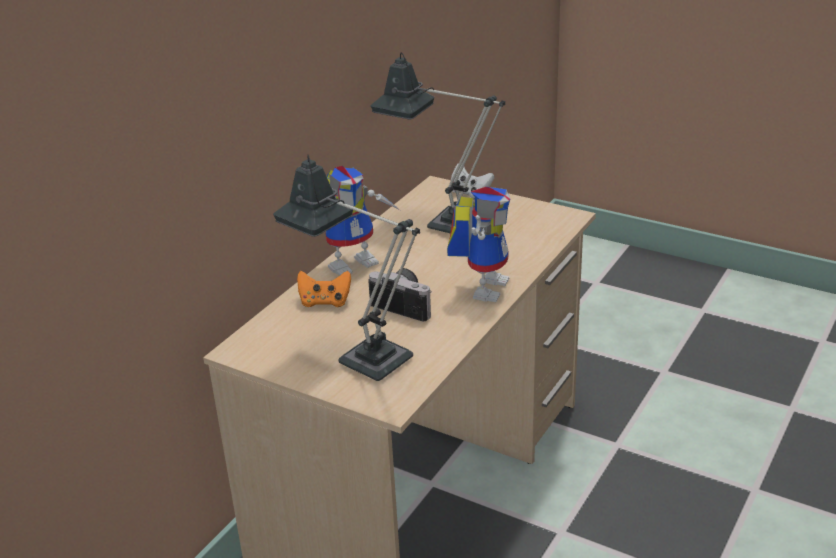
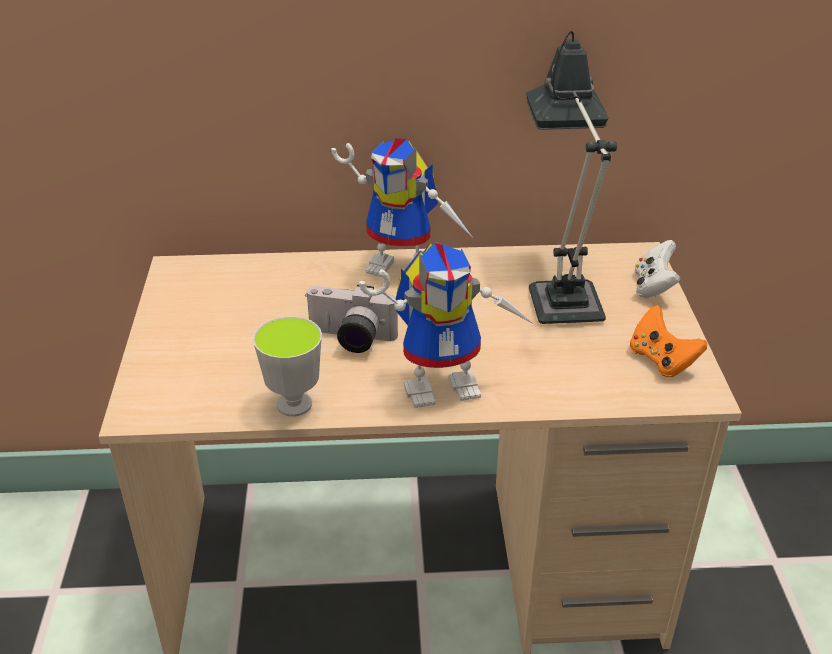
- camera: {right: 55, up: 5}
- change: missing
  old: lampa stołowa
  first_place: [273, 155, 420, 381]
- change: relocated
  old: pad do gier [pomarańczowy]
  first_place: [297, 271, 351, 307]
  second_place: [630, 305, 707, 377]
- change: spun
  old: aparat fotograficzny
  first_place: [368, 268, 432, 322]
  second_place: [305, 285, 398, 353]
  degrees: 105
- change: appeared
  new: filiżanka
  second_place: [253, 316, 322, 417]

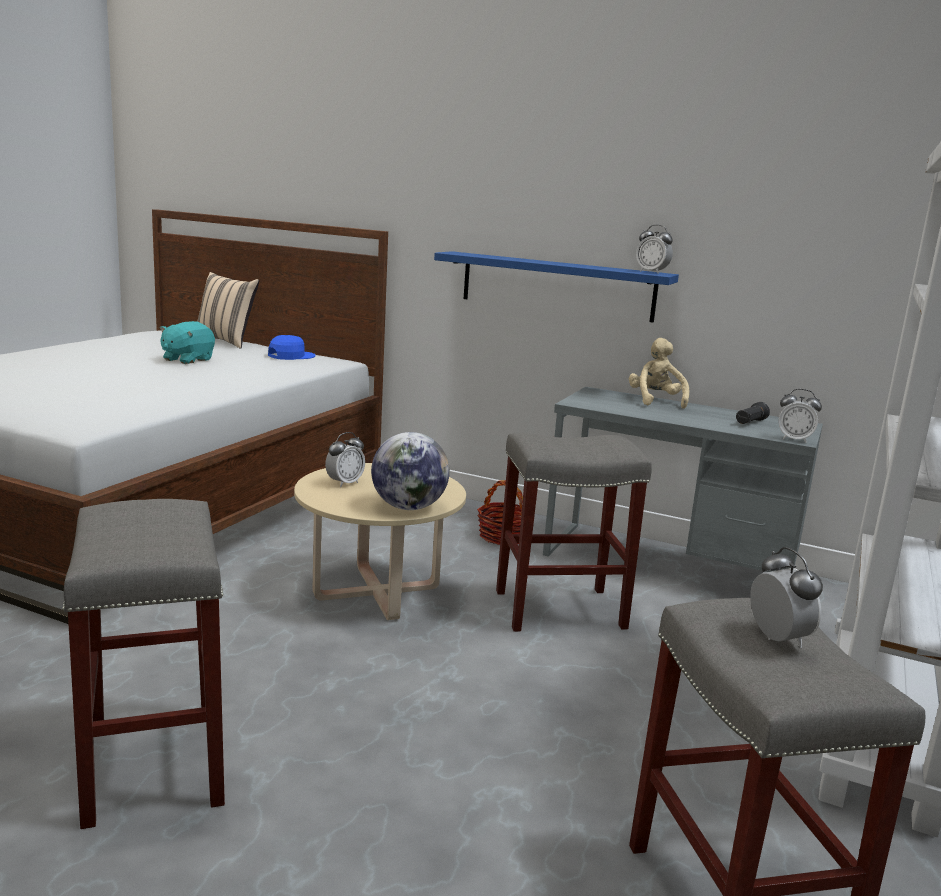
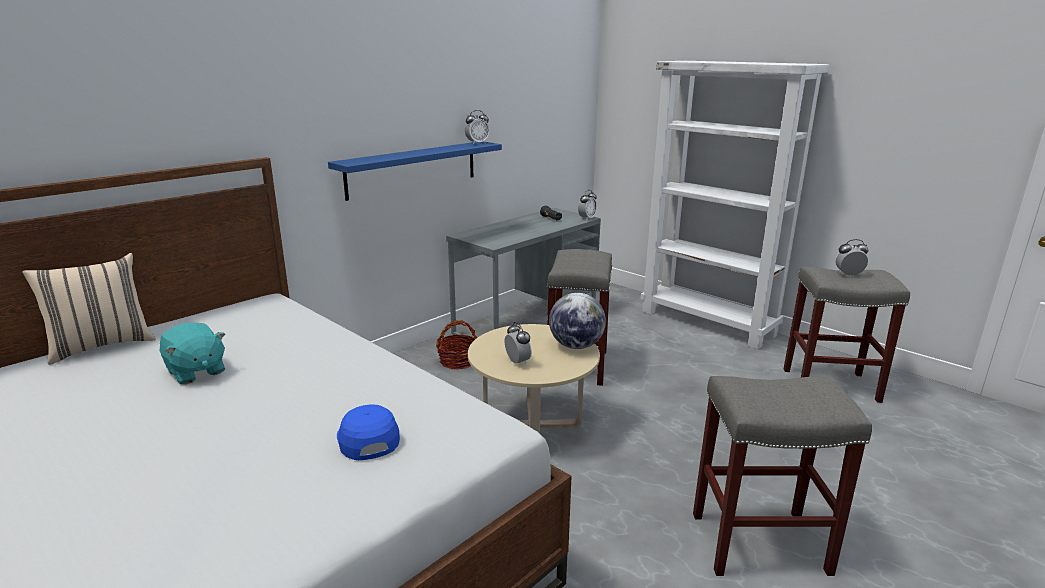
- camera: {right: -70, up: 5}
- change: relocated
  old: czapka z daszkiem [niebieski]
  first_place: [268, 335, 316, 360]
  second_place: [337, 404, 400, 460]
- change: missing
  old: pluszak [beżowy]
  first_place: [629, 338, 690, 409]

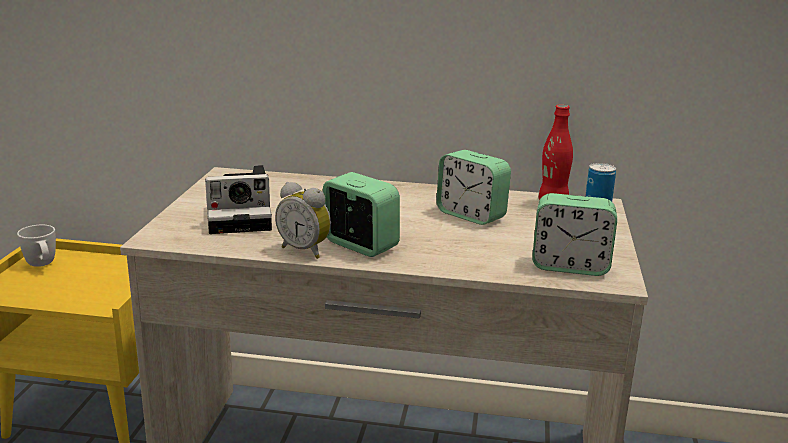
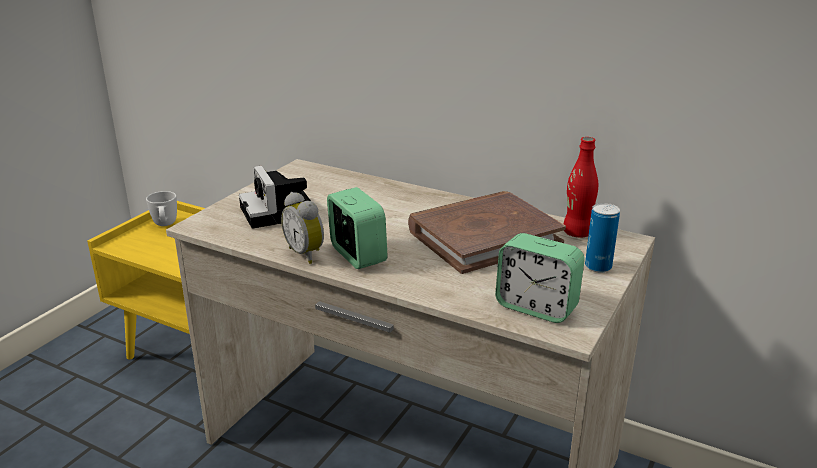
- camera: {right: 20, up: 5}
- change: spun
  old: aparat fotograficzny
  first_place: [205, 165, 272, 234]
  second_place: [239, 165, 312, 229]
  degrees: 60
- change: exchanged
  old: budzik
  new: książka [brązowy]
  first_place: [436, 150, 511, 225]
  second_place: [408, 191, 566, 274]

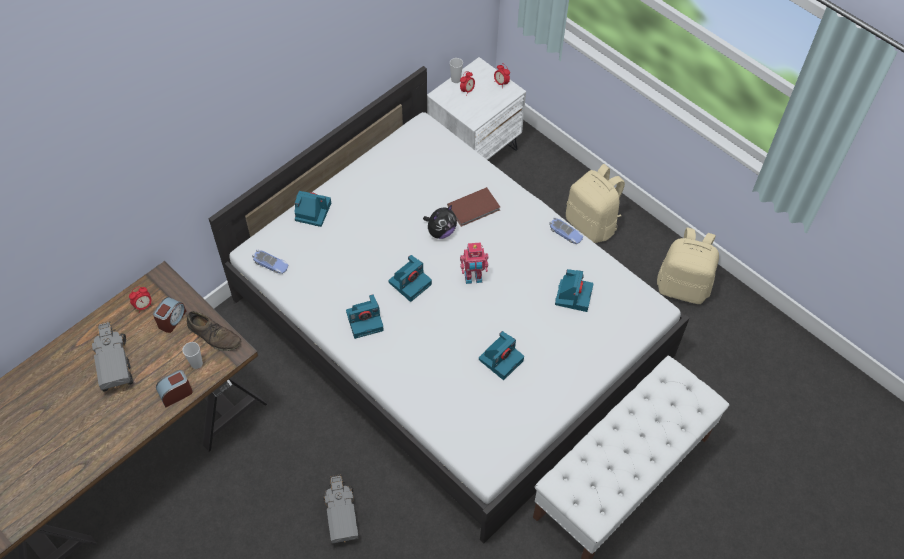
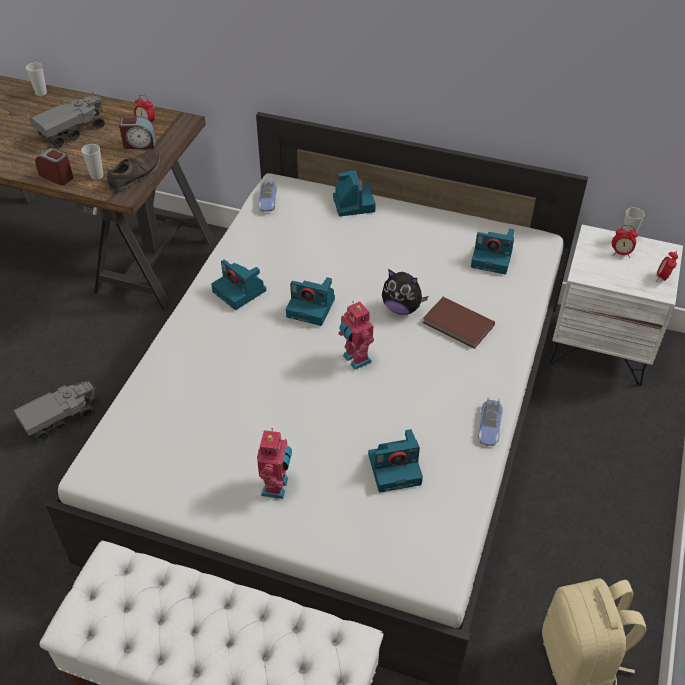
- camera: {right: 65, up: -10}
- change: spun
  old: but [brązowy]
  first_place: [187, 311, 242, 351]
  second_place: [107, 150, 160, 190]
  degrees: -150
- change: relocated
  old: aparat fotograficzny
  first_place: [479, 331, 524, 380]
  second_place: [471, 229, 514, 274]
- change: missing
  old: plecak [beżowy]
  first_place: [566, 164, 625, 243]
- change: appeared
  new: filiżanka
  second_place: [26, 63, 47, 96]
- change: appeared
  new: robot zabawkowy
  second_place: [257, 428, 292, 499]

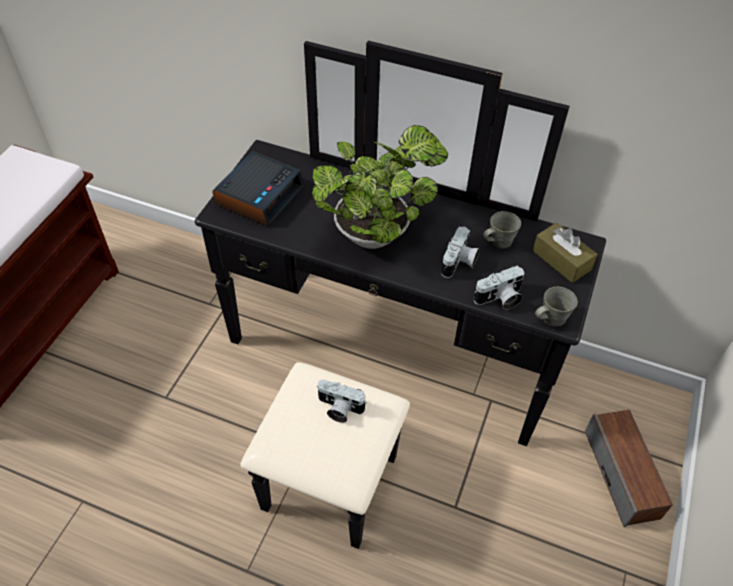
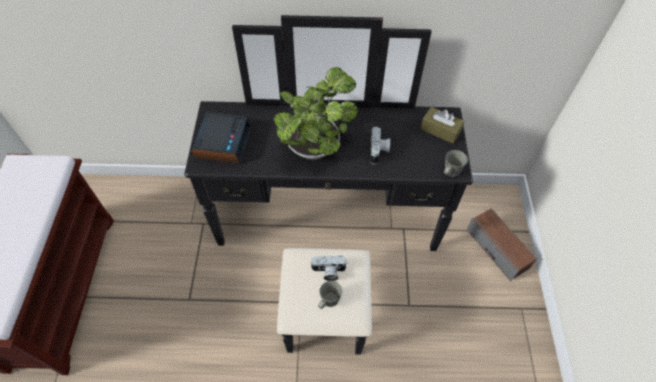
- camera: {right: -20, up: 5}
- change: missing
  old: aparat fotograficzny
  first_place: [474, 265, 524, 310]
- change: relocated
  old: kubek [szary]
  first_place: [483, 211, 521, 249]
  second_place: [318, 281, 342, 309]

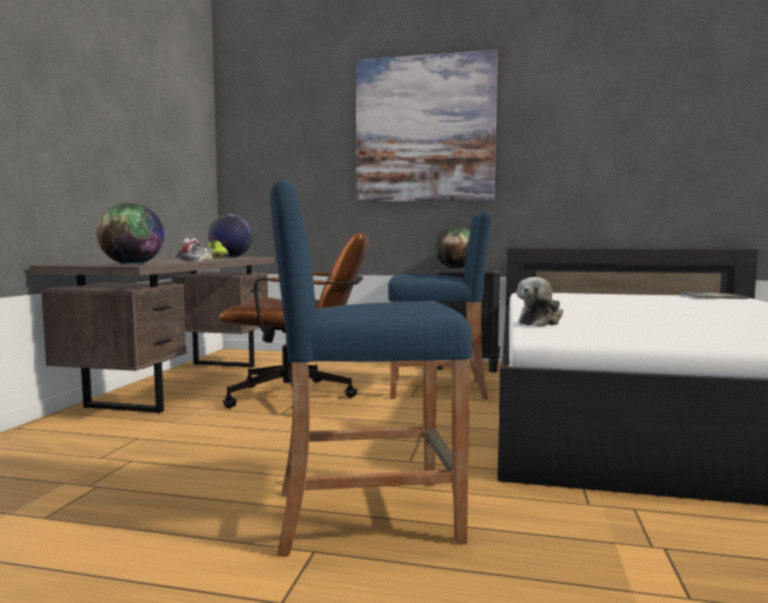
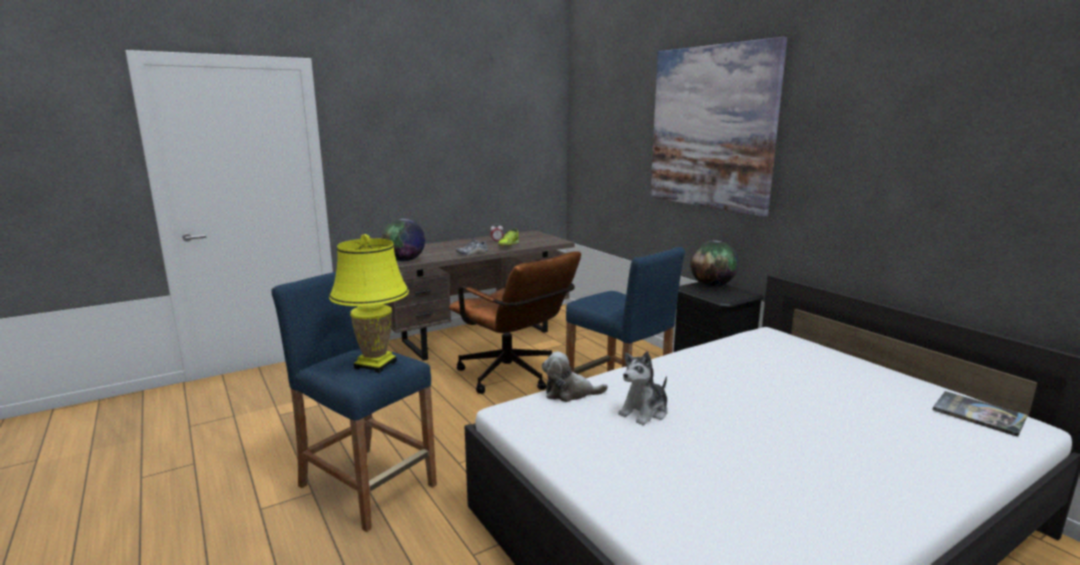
- camera: {right: 45, up: 10}
- change: missing
  old: globus
  first_place: [208, 214, 253, 258]
- change: appeared
  new: lampa stołowa [żółty]
  second_place: [329, 234, 409, 373]
- change: appeared
  new: pluszak
  second_place: [618, 351, 668, 425]

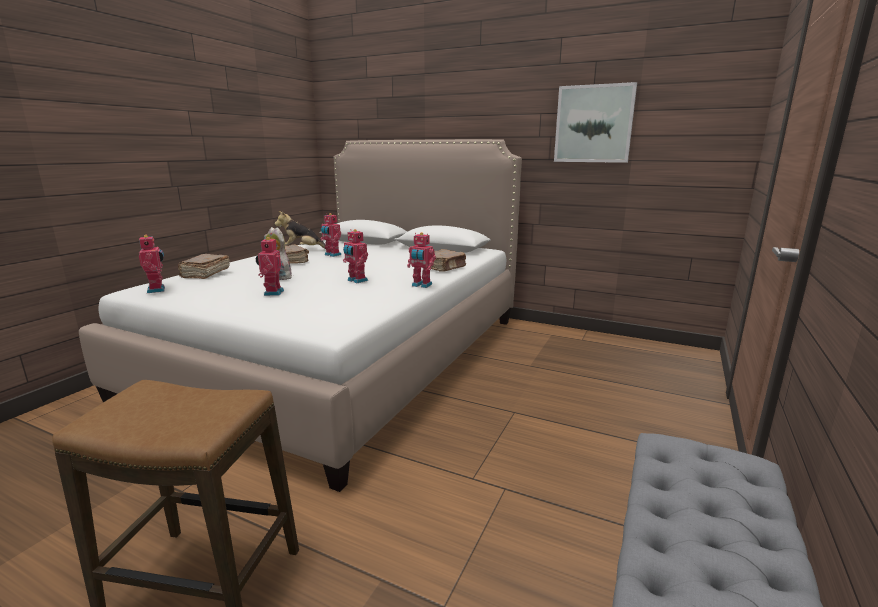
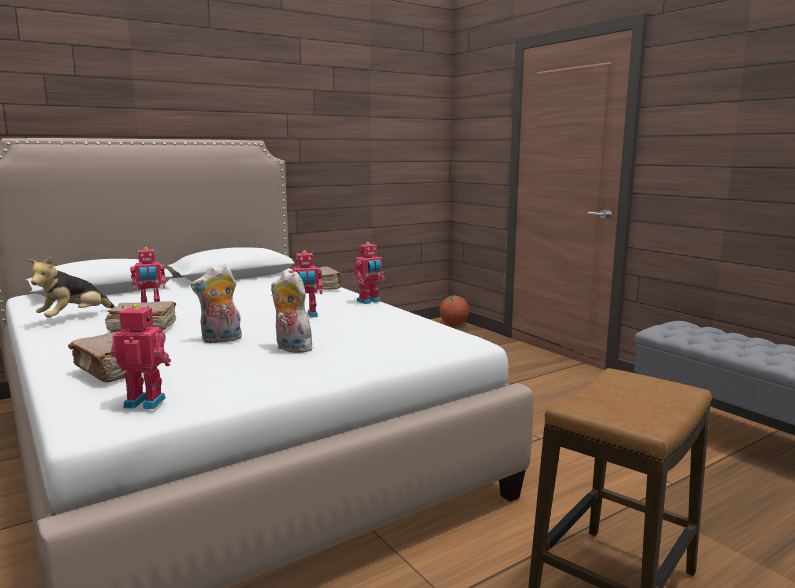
- camera: {right: -60, up: -5}
- change: exchanged
  old: robot zabawkowy
  new: pluszak
  first_place: [256, 237, 284, 296]
  second_place: [271, 271, 316, 353]
- change: missing
  old: obraz
  first_place: [554, 82, 637, 163]
- change: appeared
  new: piłka do koszykówki
  second_place: [439, 296, 469, 325]

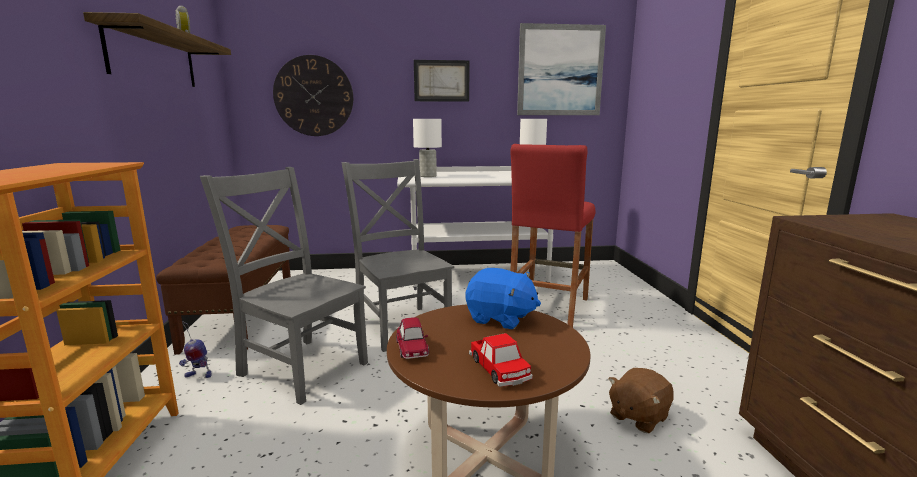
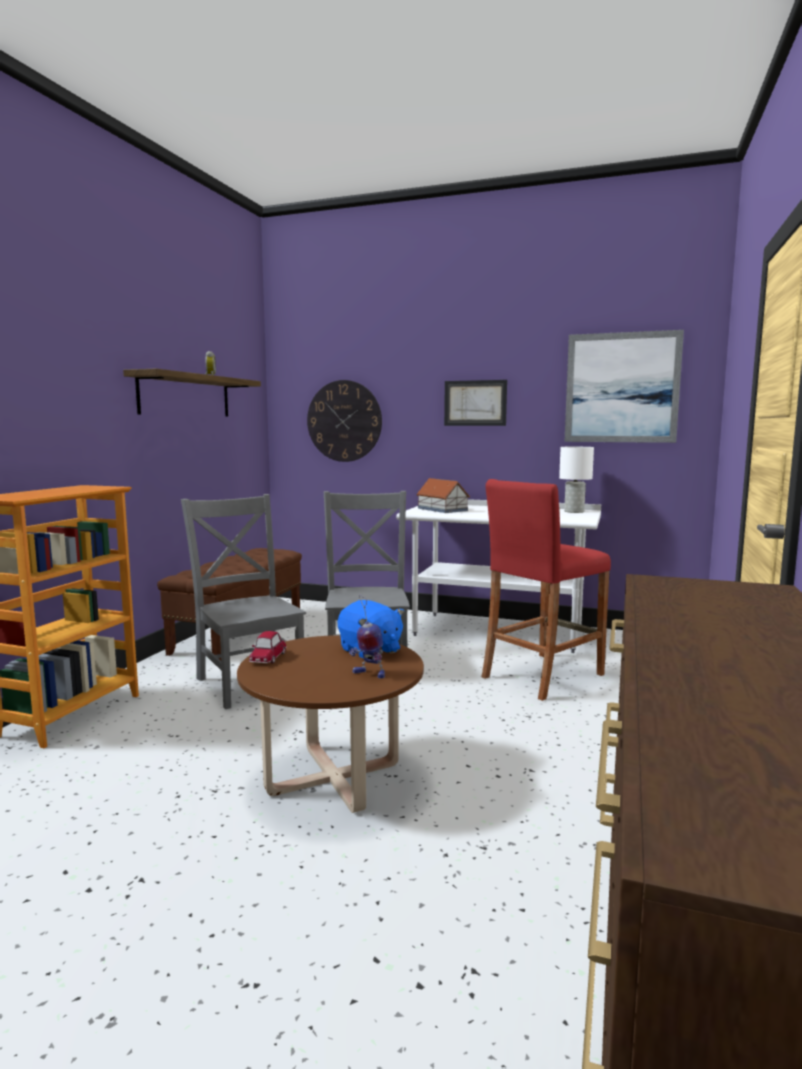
- camera: {right: 25, up: -5}
- change: relocated
  old: robot zabawkowy
  first_place: [179, 321, 212, 378]
  second_place: [349, 595, 385, 678]
- change: exchanged
  old: lampa stołowa [biały]
  new: domek
  first_place: [413, 119, 442, 177]
  second_place: [417, 478, 470, 513]
- change: missing
  old: samochodzik
  first_place: [469, 333, 533, 387]
- change: missing
  old: pluszak [brązowy]
  first_place: [608, 368, 674, 433]

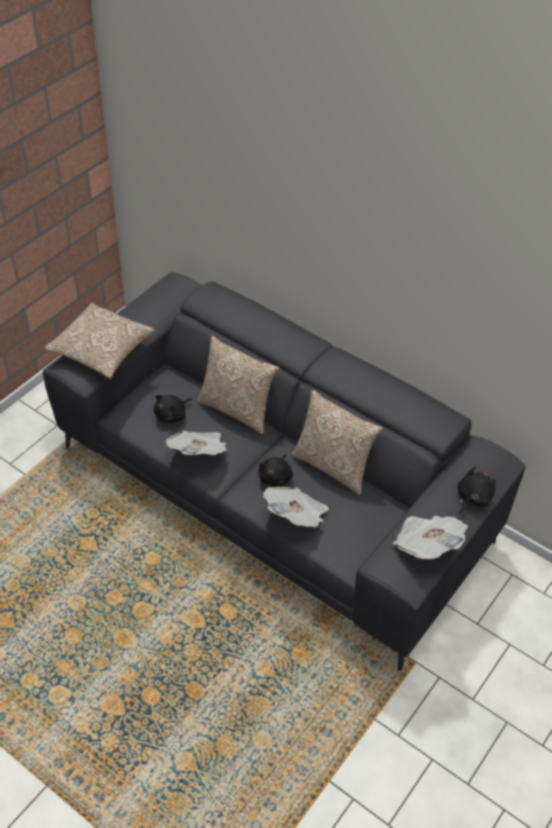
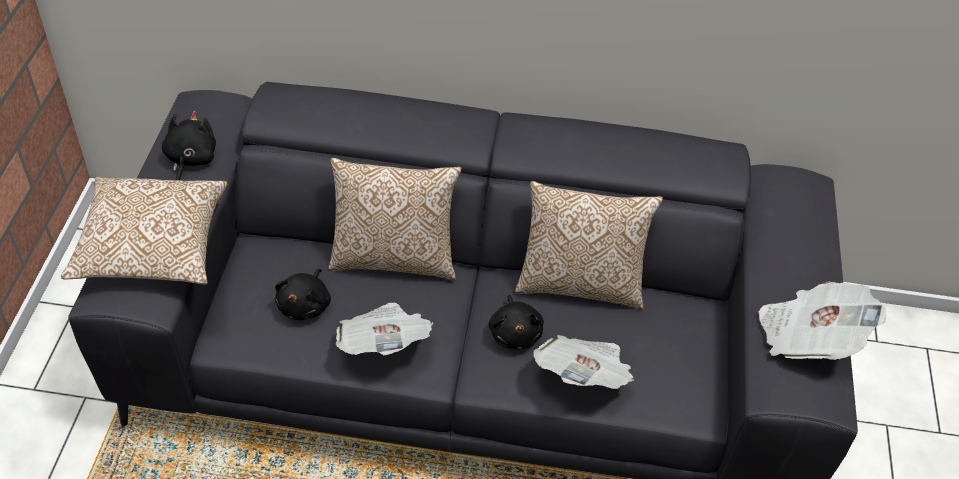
- camera: {right: -30, up: 0}
- change: relocated
  old: pluszak [czarny]
  first_place: [457, 466, 496, 515]
  second_place: [162, 111, 216, 180]

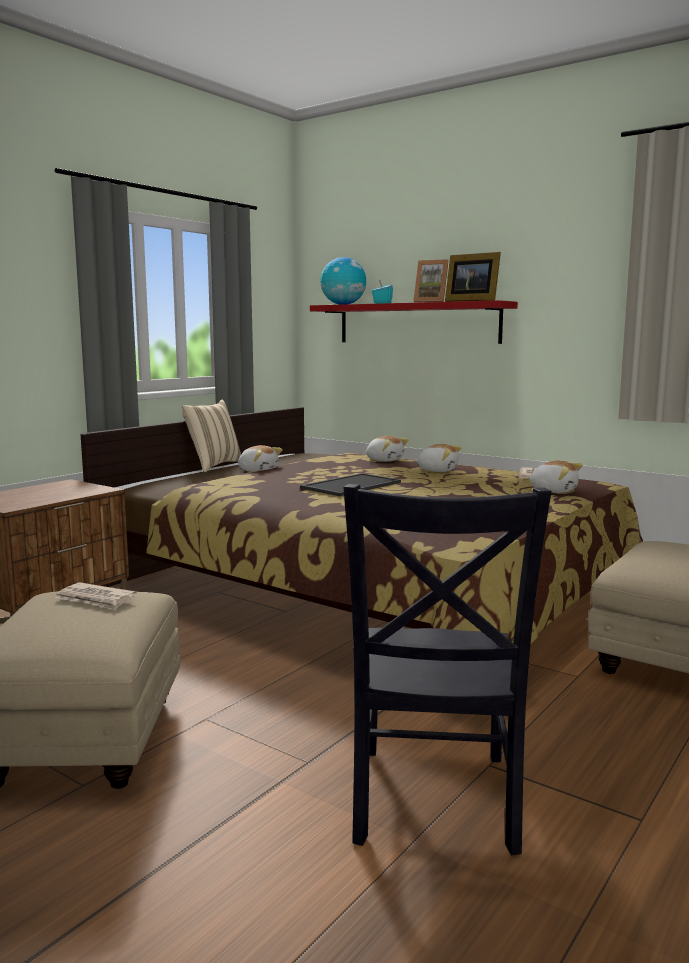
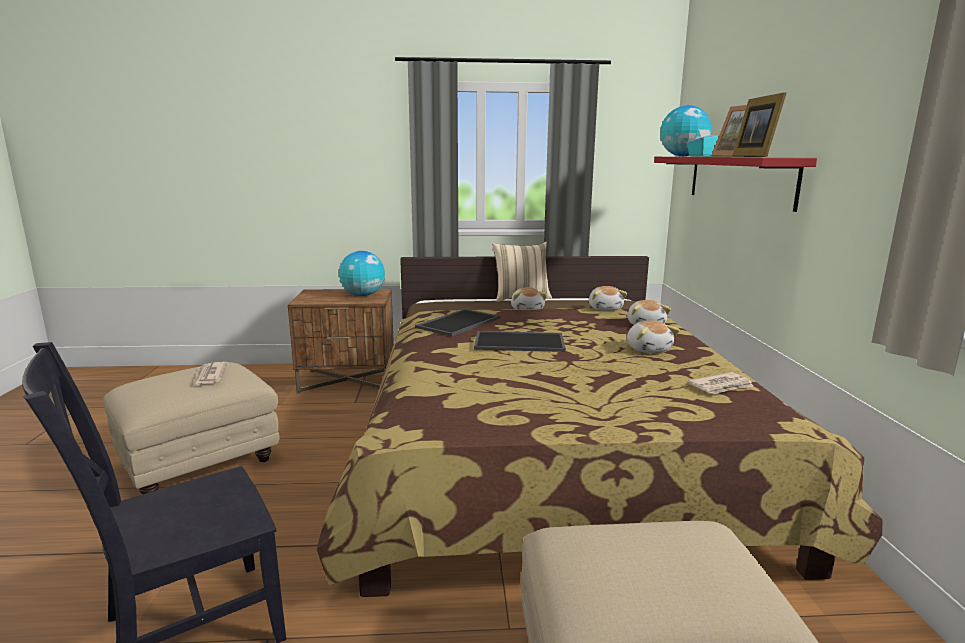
- camera: {right: 50, up: 5}
- change: relocated
  old: pluszak
  first_place: [527, 460, 583, 493]
  second_place: [589, 286, 627, 311]
- change: appeared
  new: globus
  second_place: [339, 251, 385, 296]
- change: appeared
  new: taca
  second_place: [415, 309, 500, 336]

